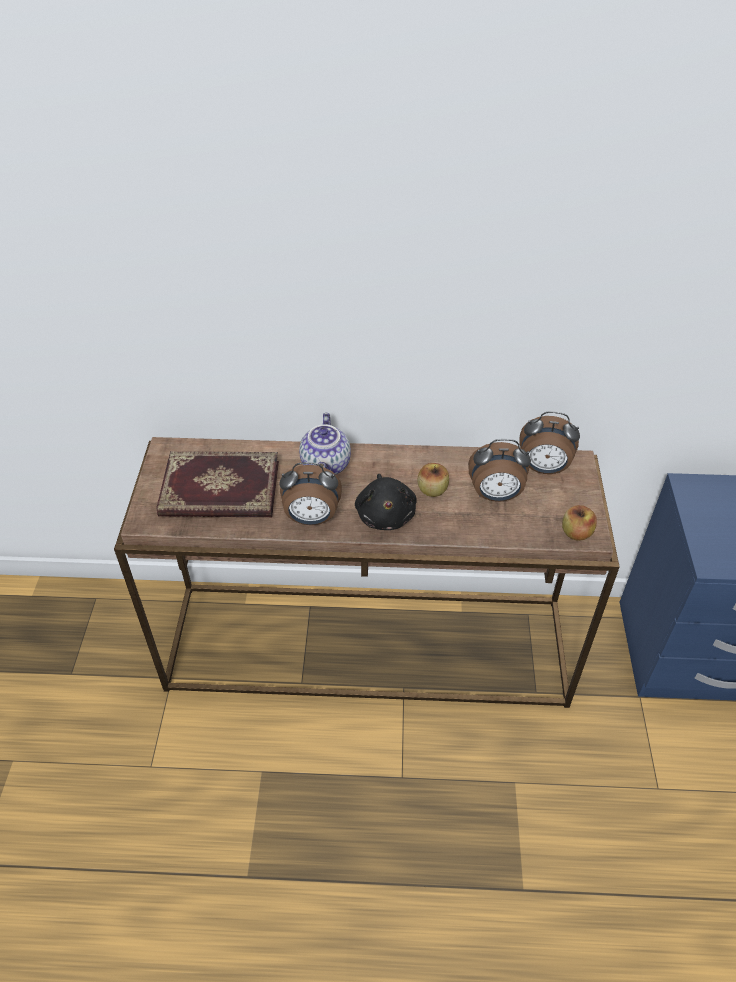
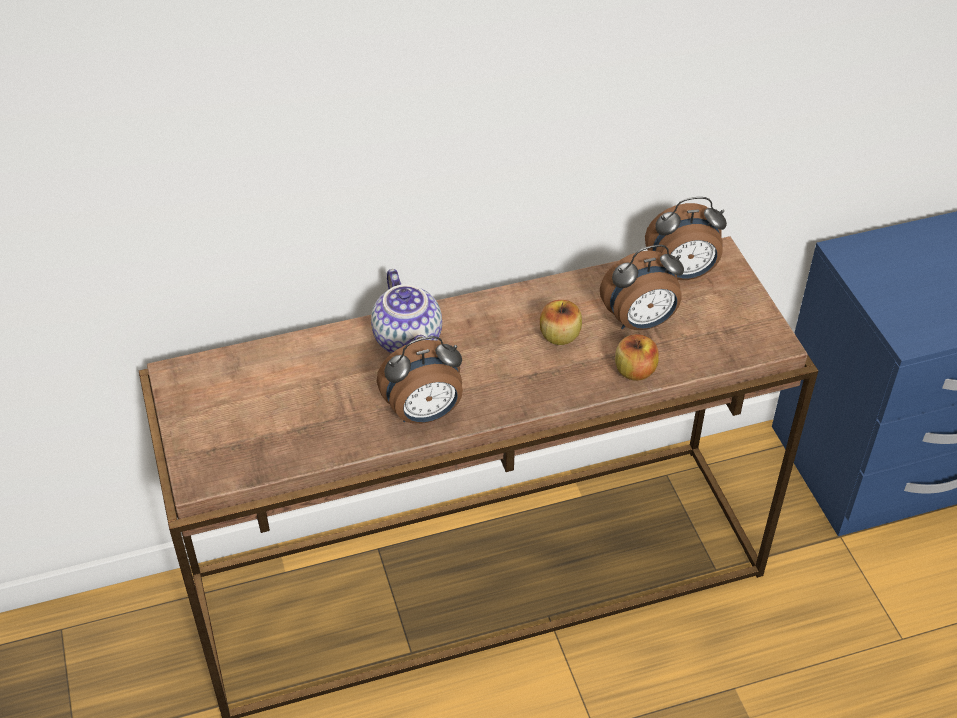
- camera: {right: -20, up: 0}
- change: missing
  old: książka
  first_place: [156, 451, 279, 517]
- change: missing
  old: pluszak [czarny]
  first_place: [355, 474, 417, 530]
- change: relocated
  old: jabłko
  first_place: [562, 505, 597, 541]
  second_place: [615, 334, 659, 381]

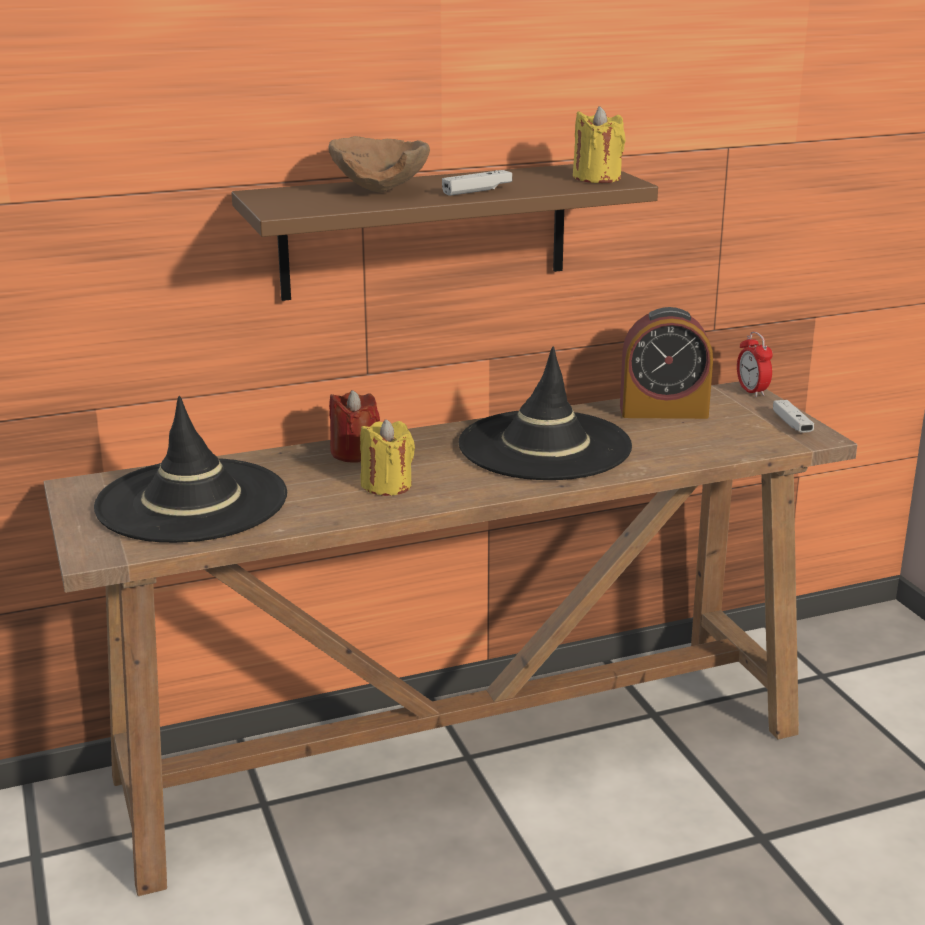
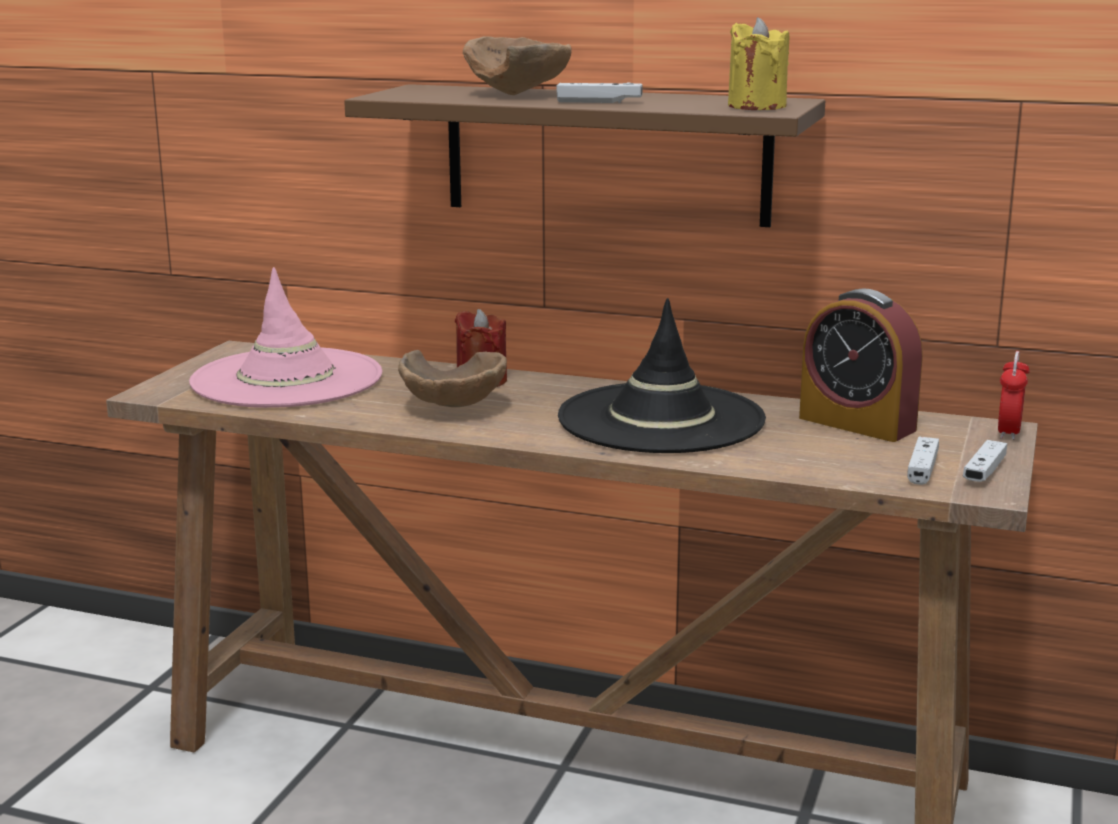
- camera: {right: 40, up: -5}
- change: colour
  old: kapelusz [czarny]
  new: kapelusz [różowy]
  first_place: [94, 396, 287, 543]
  second_place: [189, 267, 382, 408]
- change: exchanged
  old: świeca [żółty]
  new: miska [brązowy]
  first_place: [360, 419, 415, 496]
  second_place: [398, 350, 507, 407]
- change: appeared
  new: pad do gier [biały]
  second_place: [907, 437, 939, 485]

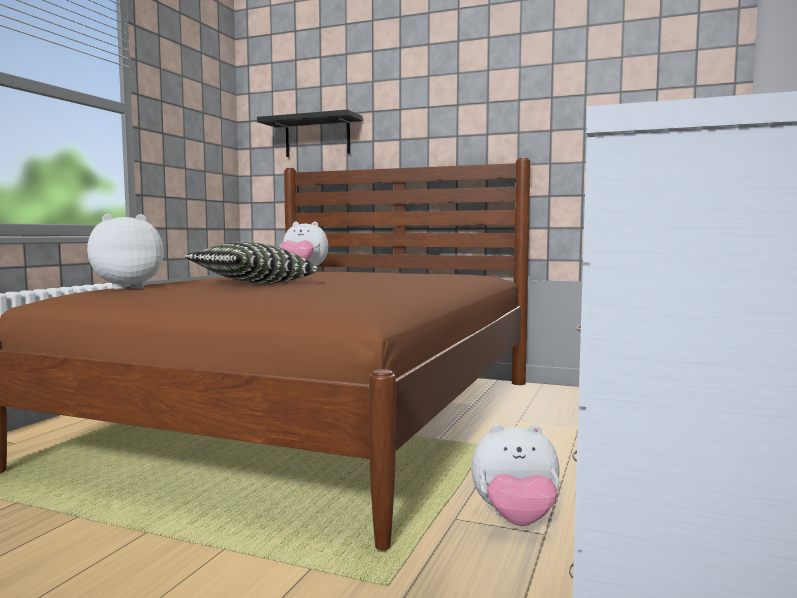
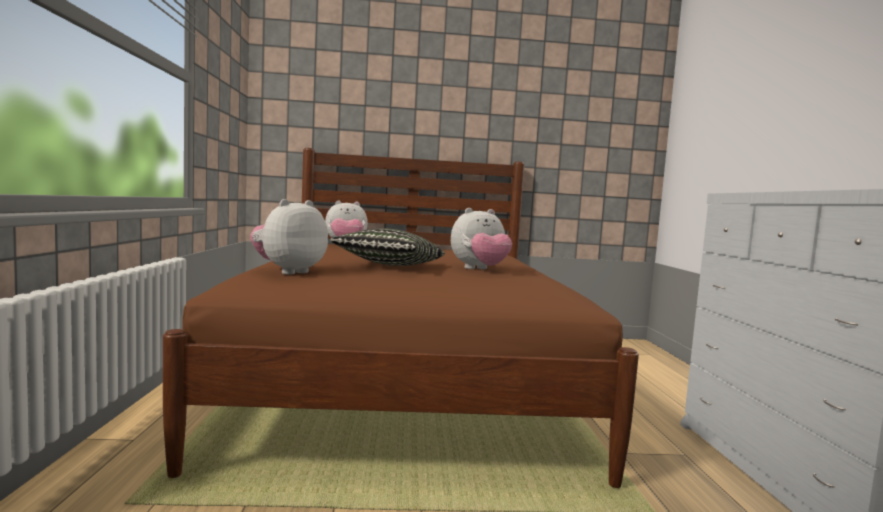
- camera: {right: -25, up: 0}
- change: missing
  old: półka [czarny]
  first_place: [257, 109, 363, 157]
- change: relocated
  old: pluszak
  first_place: [471, 424, 560, 526]
  second_place: [451, 208, 512, 269]

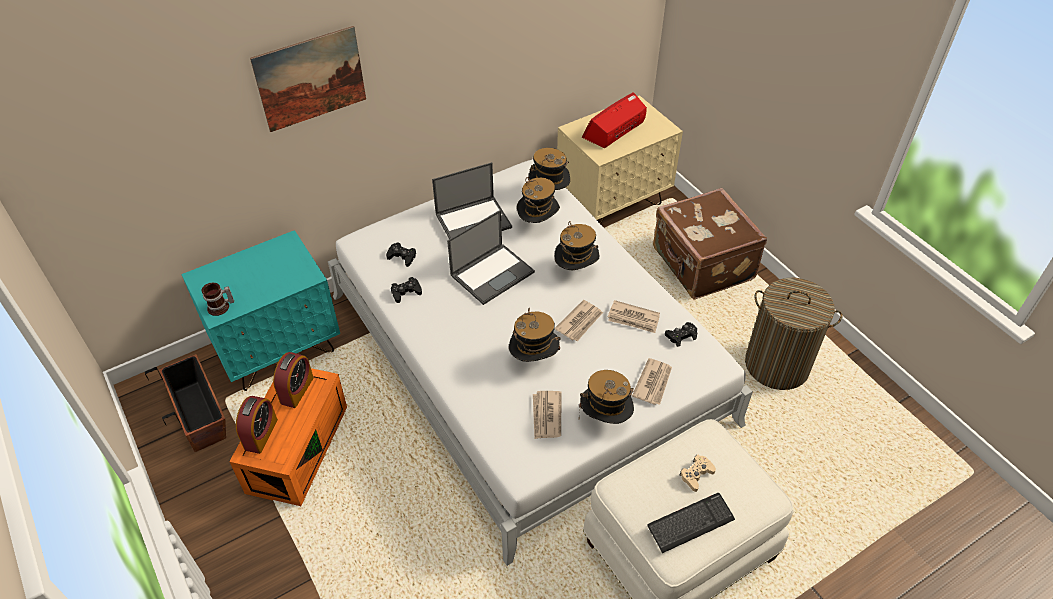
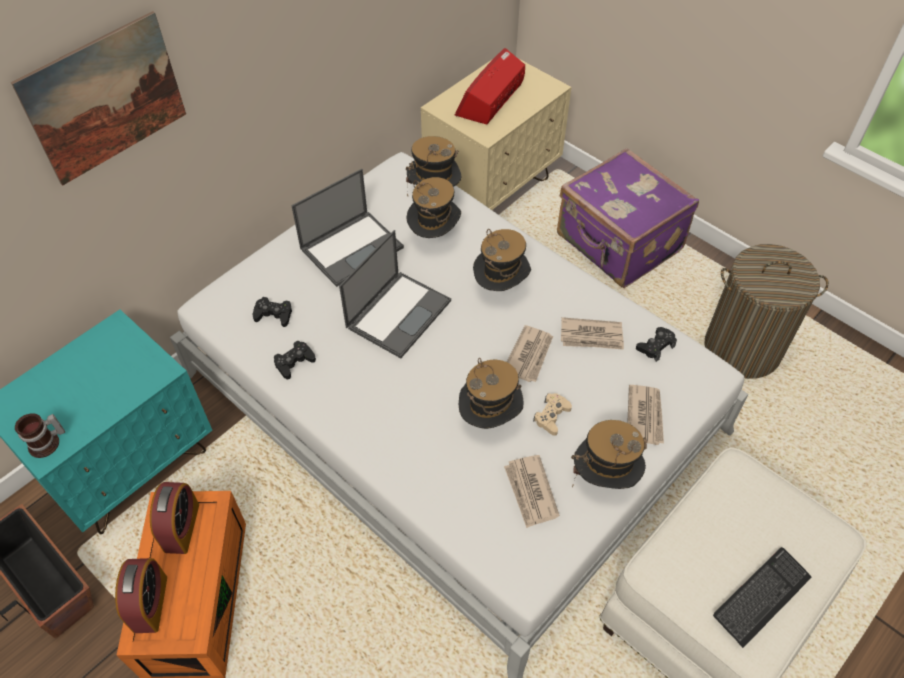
- camera: {right: -15, up: 5}
- change: colour
  old: walizka [brązowy]
  new: walizka [fioletowy]
  first_place: [653, 188, 767, 299]
  second_place: [557, 148, 699, 288]
- change: relocated
  old: pad do gier [beżowy]
  first_place: [679, 455, 716, 492]
  second_place: [533, 393, 572, 436]

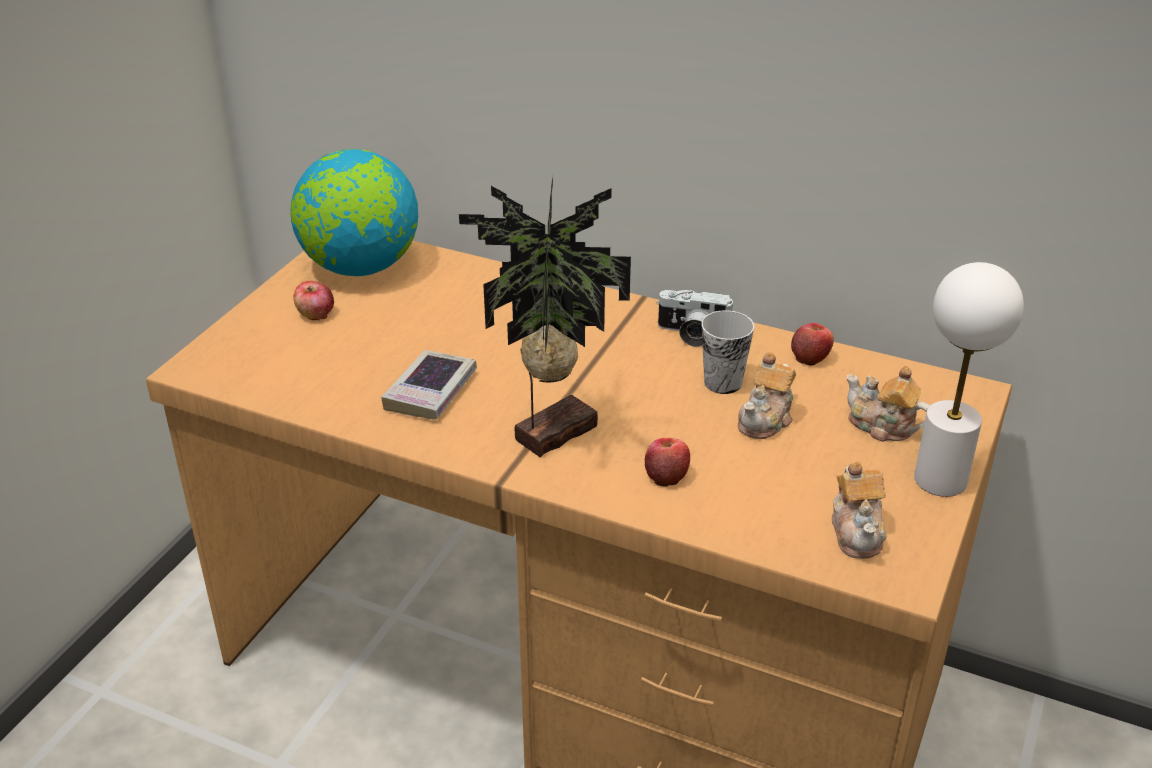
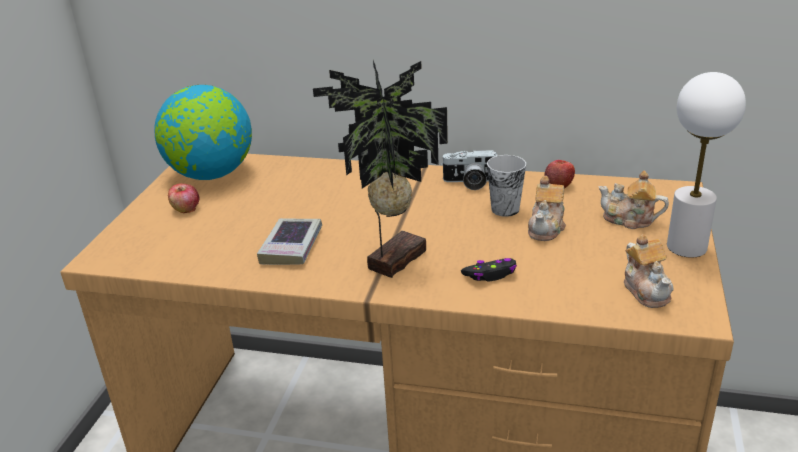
- camera: {right: -10, up: -5}
- change: exchanged
  old: jabłko
  new: pad do gier [czarny]
  first_place: [645, 438, 690, 487]
  second_place: [461, 258, 517, 281]

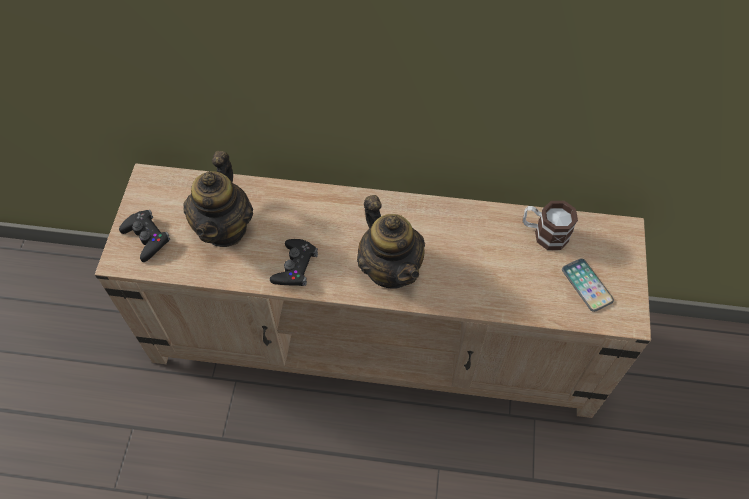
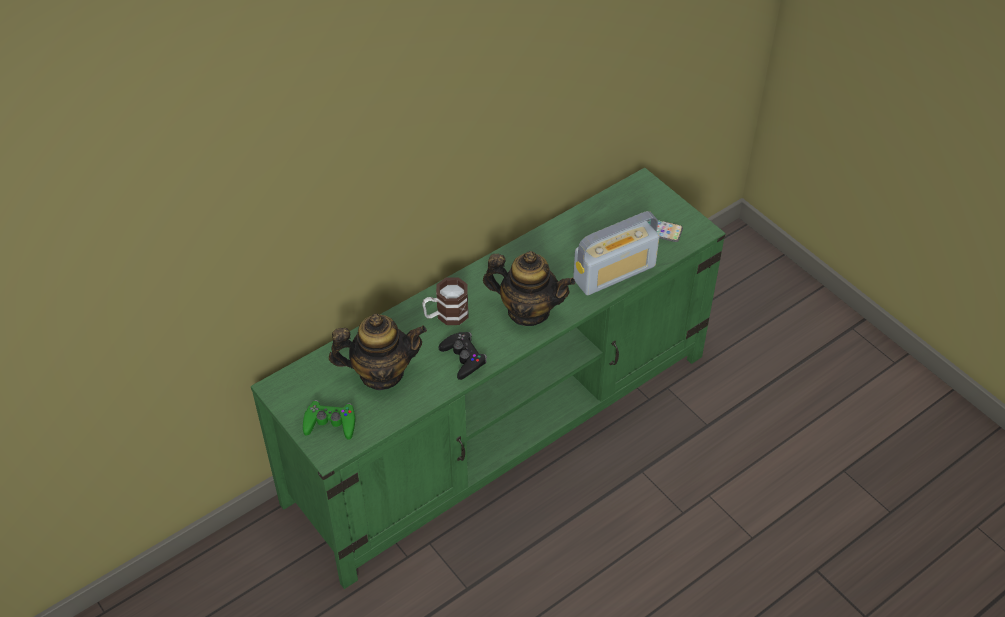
- camera: {right: -45, up: -10}
- change: colour
  old: szafka pod telewizor [beżowy]
  new: szafka pod telewizor [zielony]
  first_place: [95, 163, 651, 418]
  second_place: [251, 168, 726, 589]
- change: colour
  old: pad do gier [czarny]
  new: pad do gier [zielony]
  first_place: [119, 210, 171, 262]
  second_place: [303, 400, 355, 440]
- change: spun
  old: imbryk
  first_place: [183, 151, 253, 247]
  second_place: [329, 314, 427, 390]
  degrees: -60
- change: relocated
  old: kubek
  first_place: [523, 201, 578, 250]
  second_place: [422, 277, 468, 325]
- change: appeared
  new: radio
  second_place: [573, 211, 659, 295]

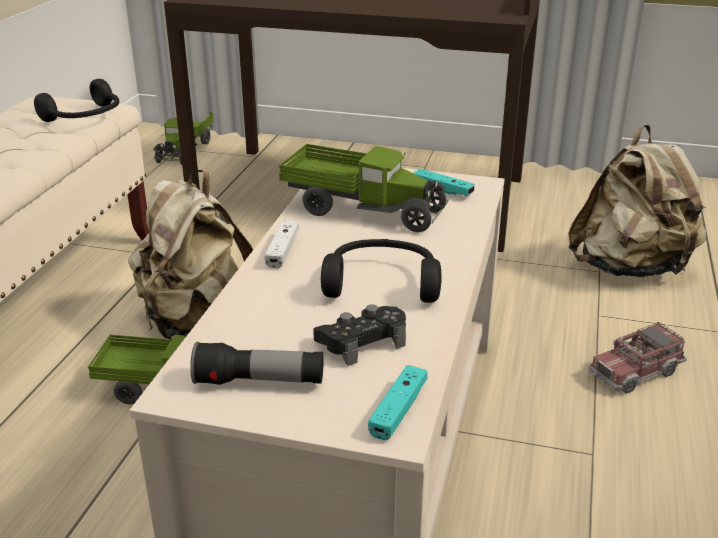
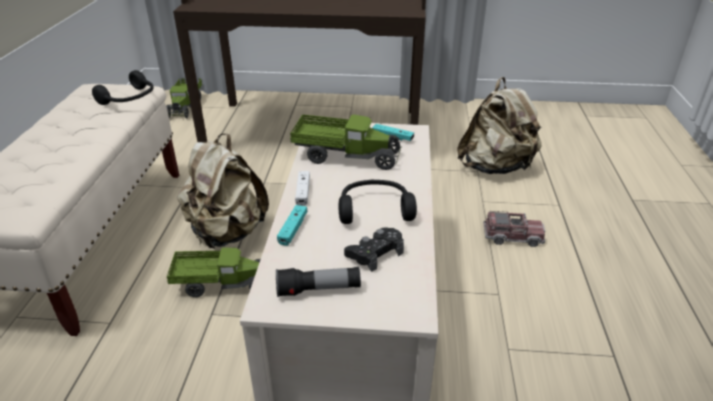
- camera: {right: -10, up: 5}
- change: relocated
  old: pad do gier [turkusowy]
  first_place: [368, 365, 427, 440]
  second_place: [277, 205, 308, 246]
- change: spun
  old: ciężarówka zabawkowa
  first_place: [589, 322, 687, 394]
  second_place: [483, 211, 545, 247]
  degrees: -135

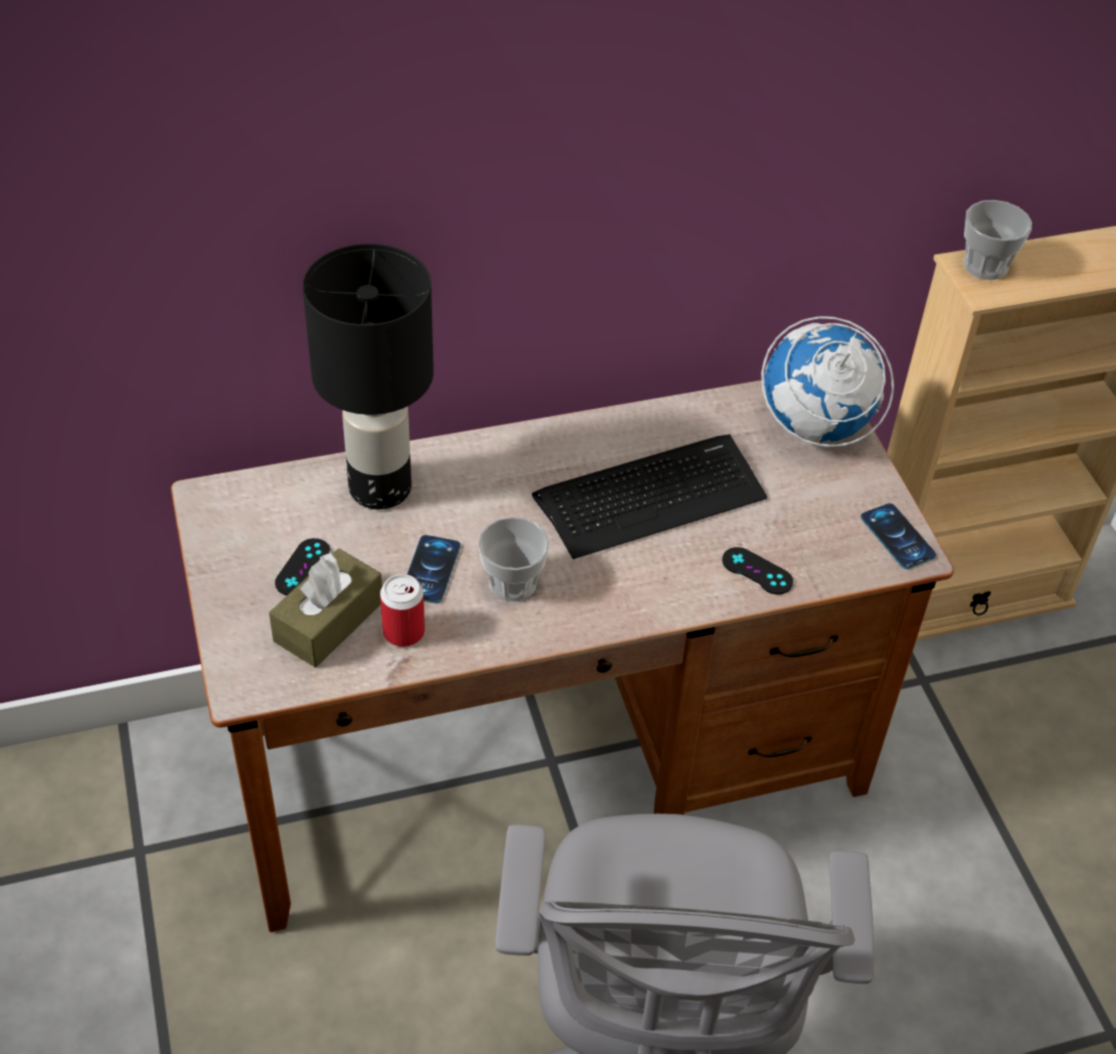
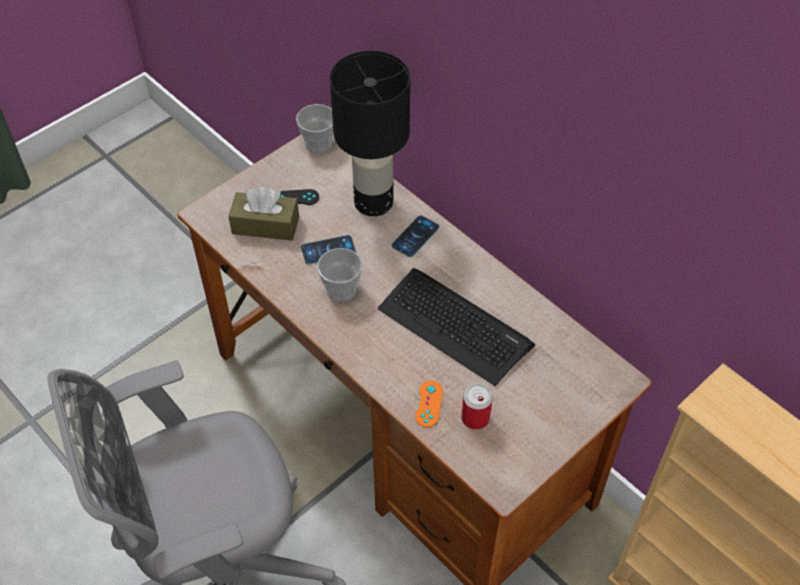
- camera: {right: 65, up: 5}
- change: relocated
  old: puszka
  first_place: [380, 574, 425, 647]
  second_place: [461, 383, 493, 430]
- change: colour
  old: pad do gier [czarny]
  new: pad do gier [pomarańczowy]
  first_place: [722, 547, 793, 595]
  second_place: [415, 381, 443, 427]
- change: missing
  old: globus
  first_place: [761, 316, 894, 447]
- change: relocated
  old: telefon
  first_place: [861, 503, 936, 569]
  second_place: [391, 215, 439, 257]
- change: relocated
  old: filiżanka
  first_place: [964, 200, 1032, 280]
  second_place: [296, 104, 333, 153]

